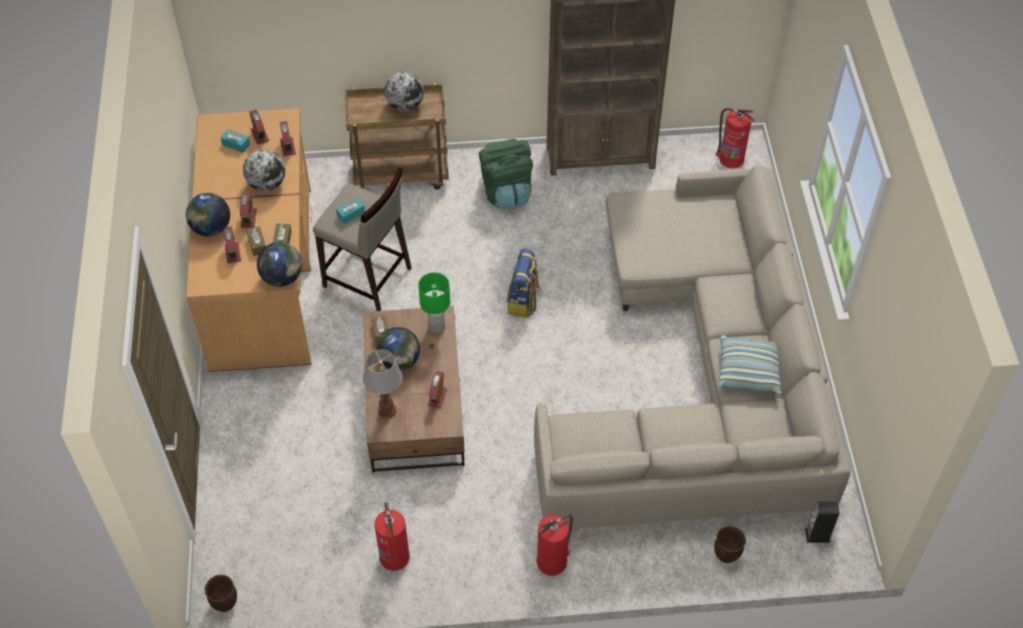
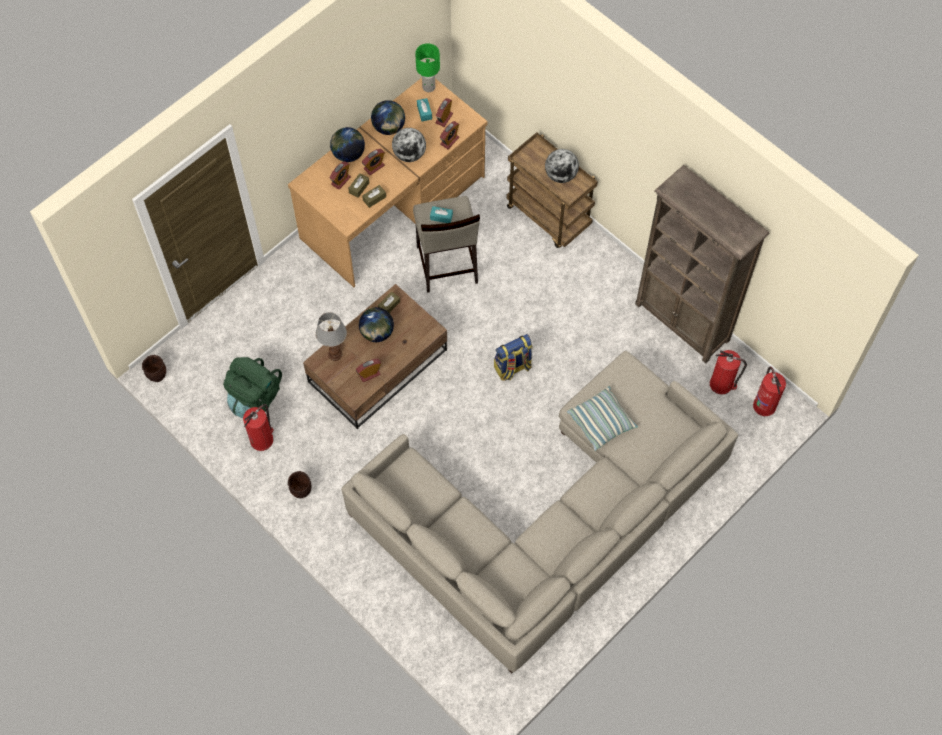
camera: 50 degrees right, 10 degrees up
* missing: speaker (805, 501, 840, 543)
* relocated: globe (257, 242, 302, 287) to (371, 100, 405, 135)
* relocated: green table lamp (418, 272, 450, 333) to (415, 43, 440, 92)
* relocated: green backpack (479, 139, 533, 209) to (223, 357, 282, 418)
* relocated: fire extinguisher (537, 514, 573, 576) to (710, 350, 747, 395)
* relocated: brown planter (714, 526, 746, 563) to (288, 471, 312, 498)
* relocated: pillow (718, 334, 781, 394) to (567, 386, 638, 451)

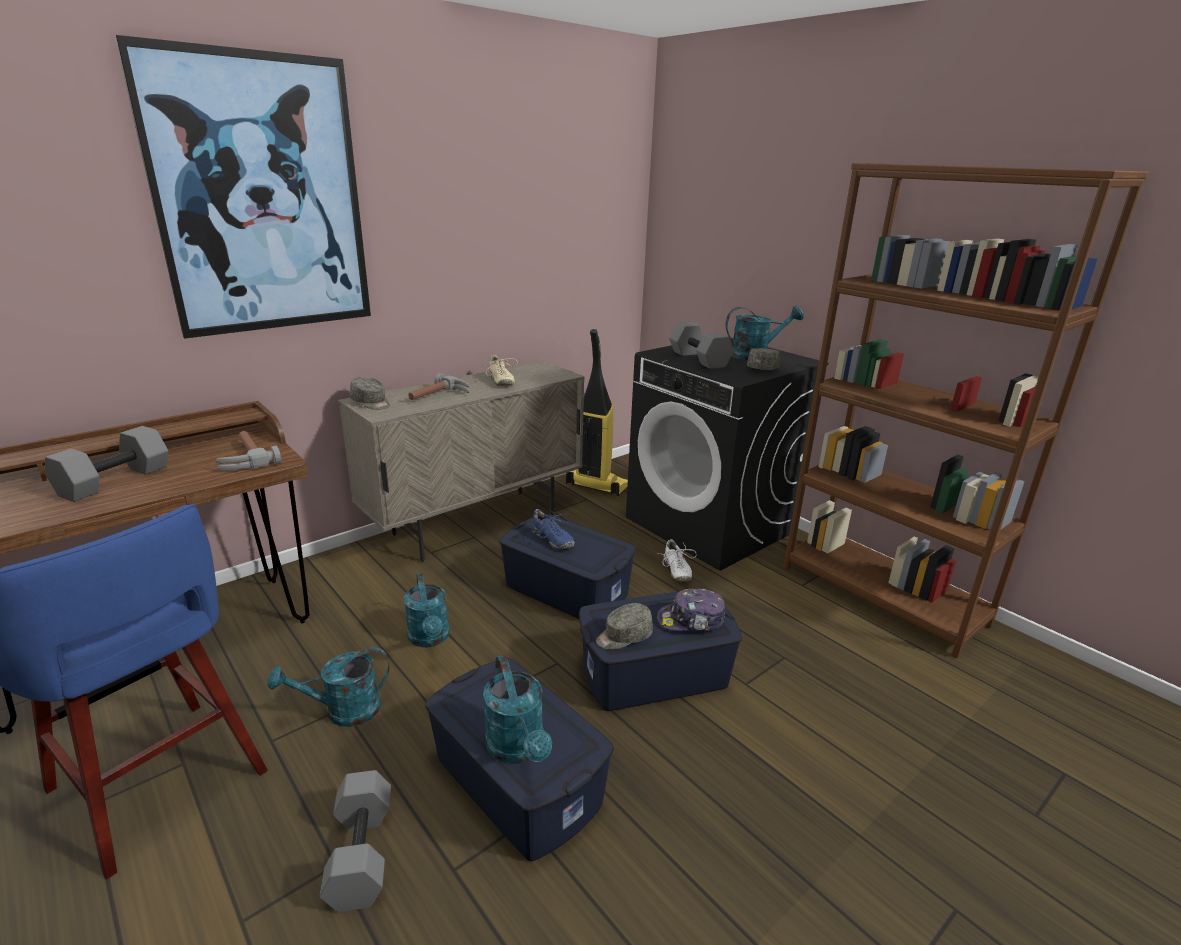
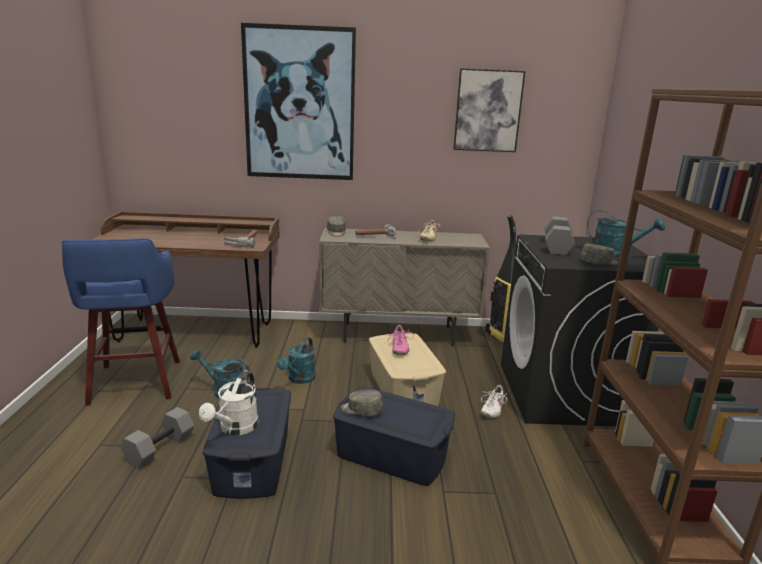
camera: 40 degrees right, 5 degrees down
* missing: grey dumbbell (45, 426, 168, 502)
* missing: cap (657, 589, 725, 631)
* appeared: picture (453, 68, 525, 152)
* colour: turquoise watering can (483, 655, 552, 764) to white watering can (199, 370, 259, 436)
* colour: blue storage box (499, 514, 636, 618) to beige storage box (369, 333, 446, 406)
* colour: blue shoe (529, 509, 575, 549) to pink shoe (388, 325, 414, 355)

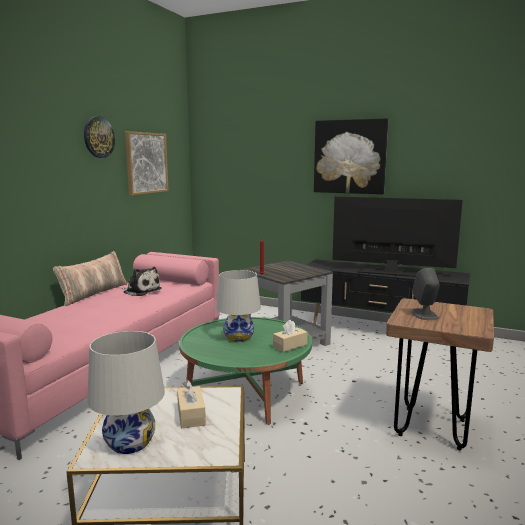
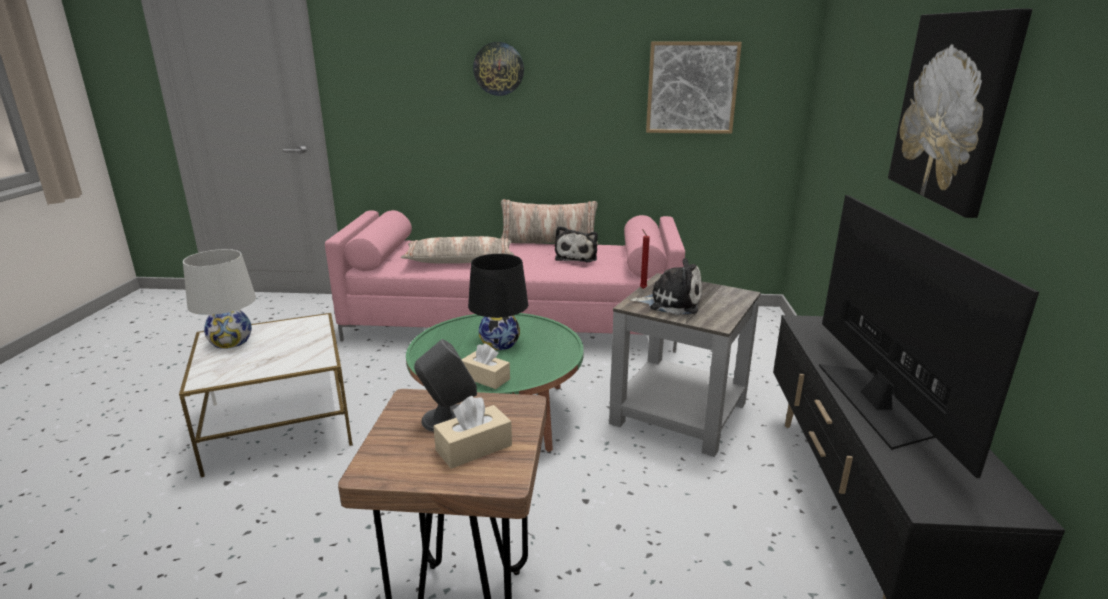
camera: 70 degrees right, 10 degrees up
* appeared: pillow (401, 236, 514, 264)
* appeared: plush toy (630, 258, 703, 315)
* relocated: wall clock (84, 116, 115, 158) to (473, 42, 524, 96)
* relocated: beige tissue box (177, 380, 206, 429) to (433, 396, 512, 469)
* colour: white table lamp (216, 270, 261, 342) to black table lamp (468, 254, 528, 350)

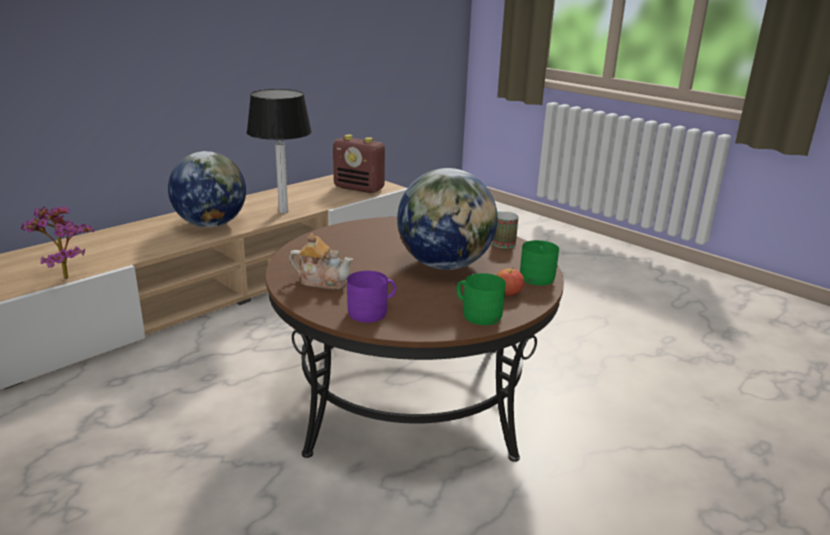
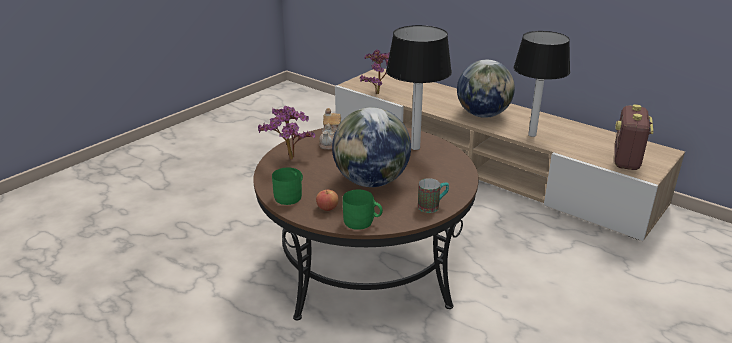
camera: 85 degrees right, 5 degrees up
* appeared: table lamp (386, 25, 452, 150)
* exchanged: purple mug (347, 271, 396, 323) to potted plant (258, 106, 316, 160)

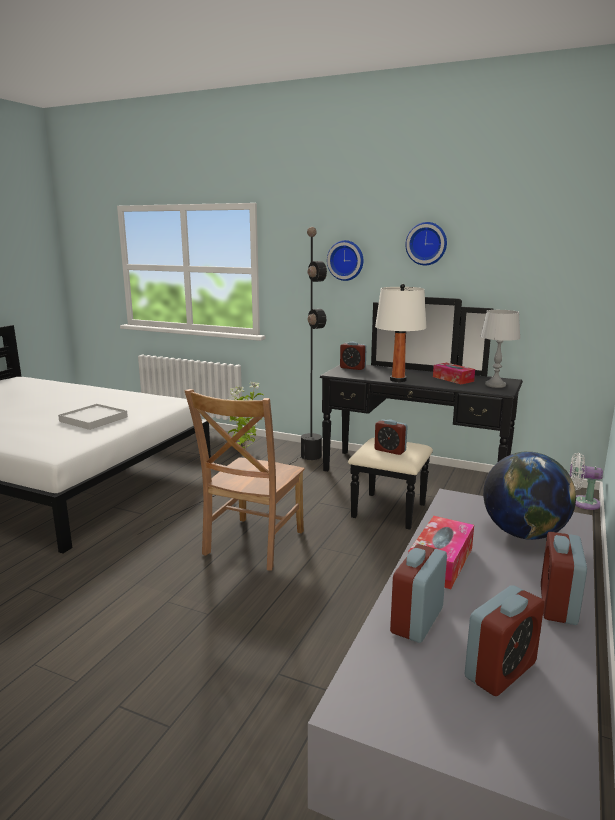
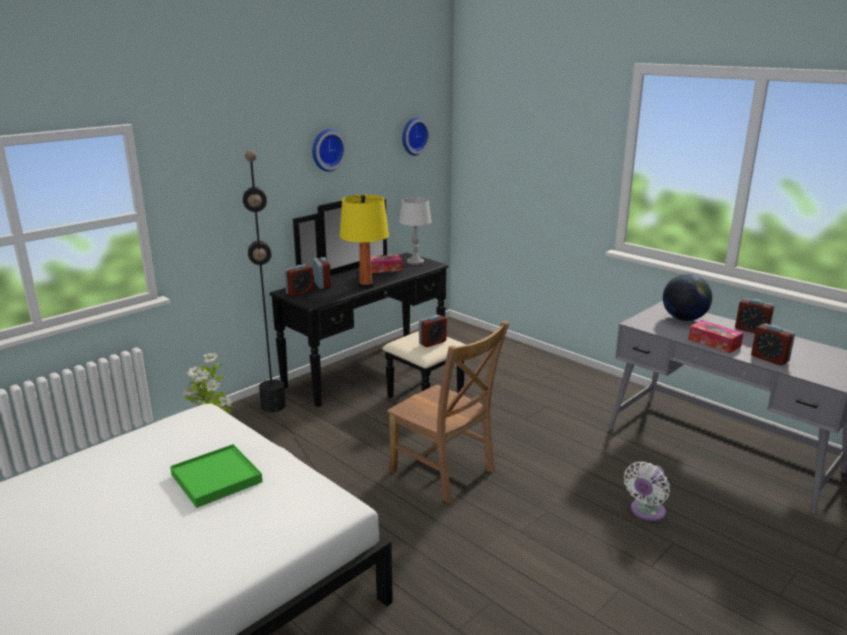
camera: 70 degrees left, 5 degrees up
* relocated: wall clock (327, 240, 363, 281) to (402, 117, 430, 156)
* relocated: alarm clock (465, 585, 544, 696) to (313, 257, 331, 289)
* relocated: white fan (569, 453, 603, 510) to (624, 461, 670, 521)
* colour: white tray (58, 404, 128, 430) to green tray (170, 444, 263, 508)
* colour: white table lamp (375, 284, 427, 382) to yellow table lamp (340, 195, 389, 288)

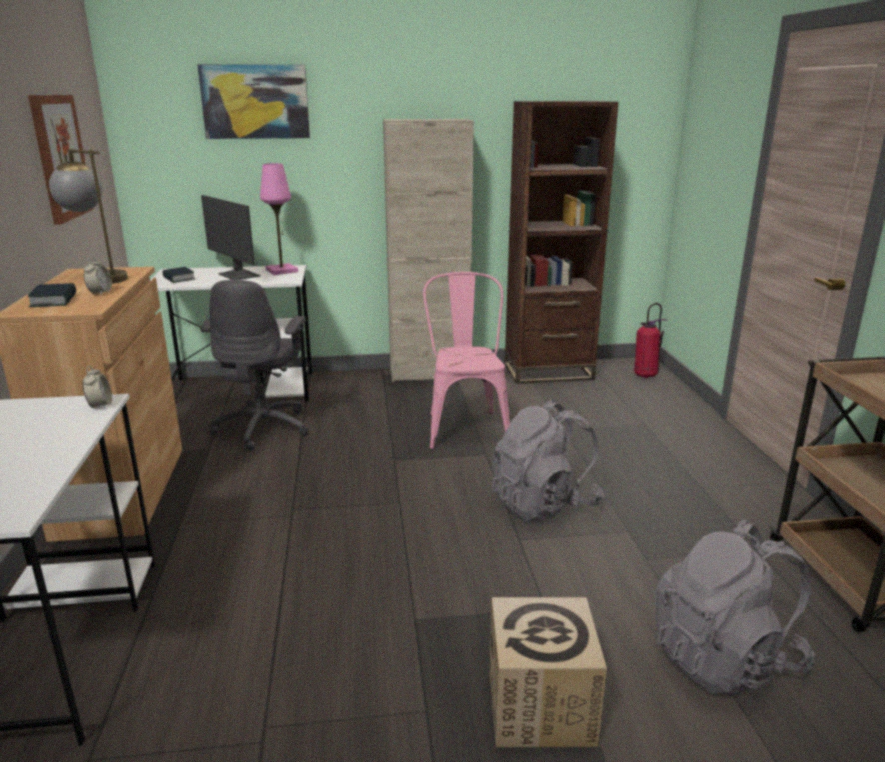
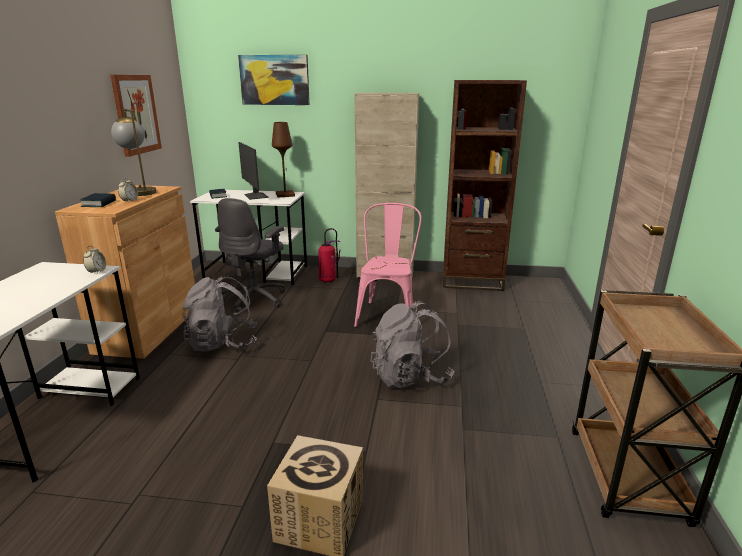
camera: 15 degrees right, 0 degrees up
* relocated: fire extinguisher (634, 303, 668, 378) to (318, 228, 340, 283)
* relocated: grey backpack (655, 520, 815, 694) to (182, 275, 257, 352)
* colour: pink table lamp (260, 163, 298, 275) to brown table lamp (272, 122, 295, 198)

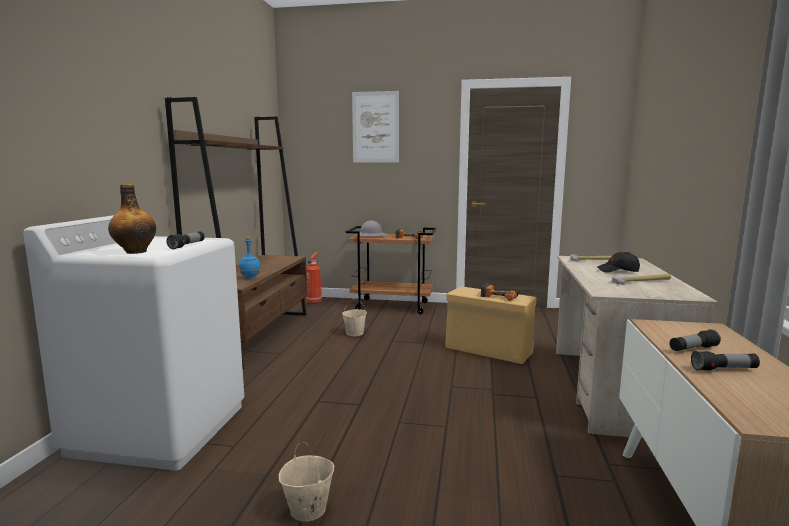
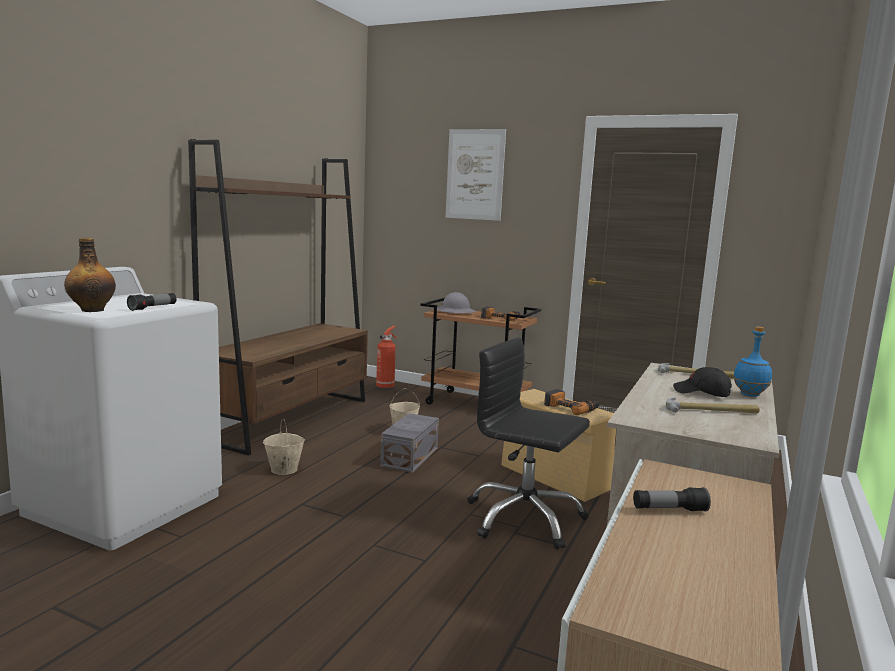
camera: 15 degrees right, 0 degrees up
* missing: flashlight (691, 351, 760, 371)
* appeared: grey storage box (380, 413, 439, 473)
* appeared: black office chair (468, 337, 590, 550)
* relocated: blue bottle (239, 237, 261, 279) to (733, 327, 772, 397)
* relocated: beige bucket (279, 442, 334, 522) to (263, 419, 305, 475)

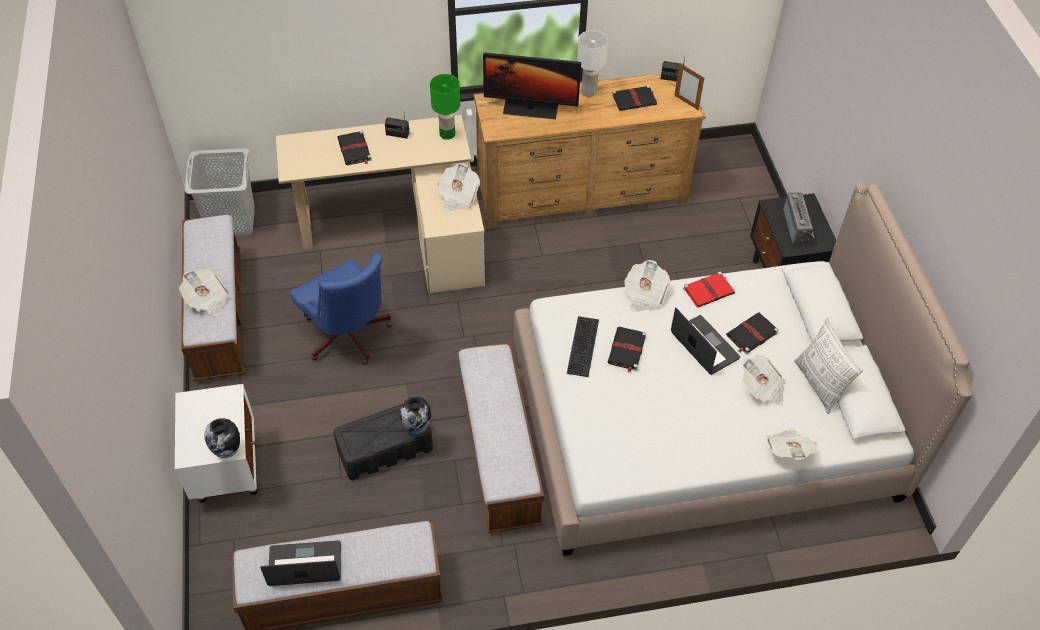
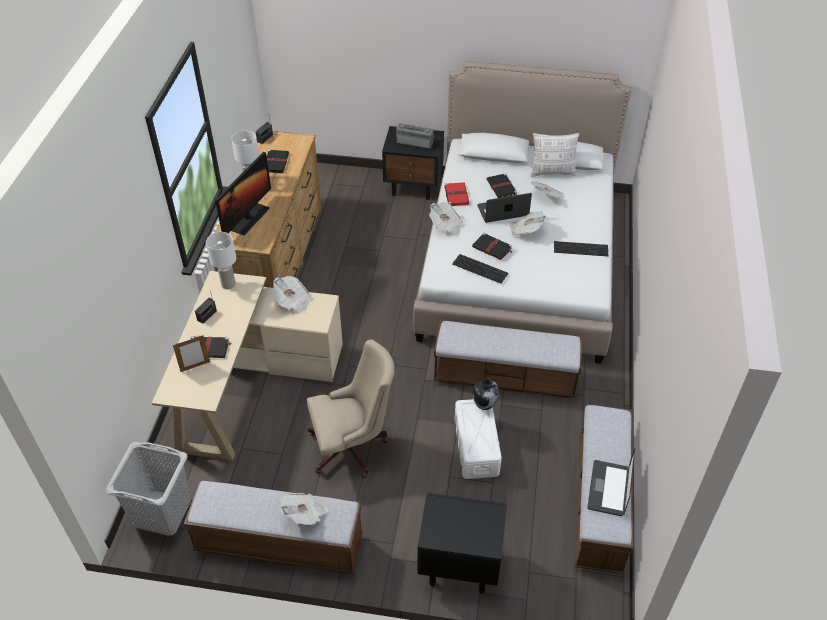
camera: 70 degrees left, 5 degrees down
* missing: vase (204, 418, 240, 458)
* appeared: keyboard (554, 241, 608, 256)
* relocated: picture frame (674, 63, 704, 110) to (173, 335, 210, 372)
* relocated: newspaper (767, 429, 817, 460) to (510, 211, 546, 236)
* colour: white nightstand (175, 384, 258, 503) to black nightstand (417, 493, 507, 594)
* colour: blue office chair (290, 253, 393, 365) to beige office chair (307, 340, 395, 478)
* colour: black storage box (333, 404, 433, 480) to white storage box (455, 399, 502, 479)
* colour: green table lamp (430, 74, 460, 140) to white table lamp (206, 232, 236, 289)

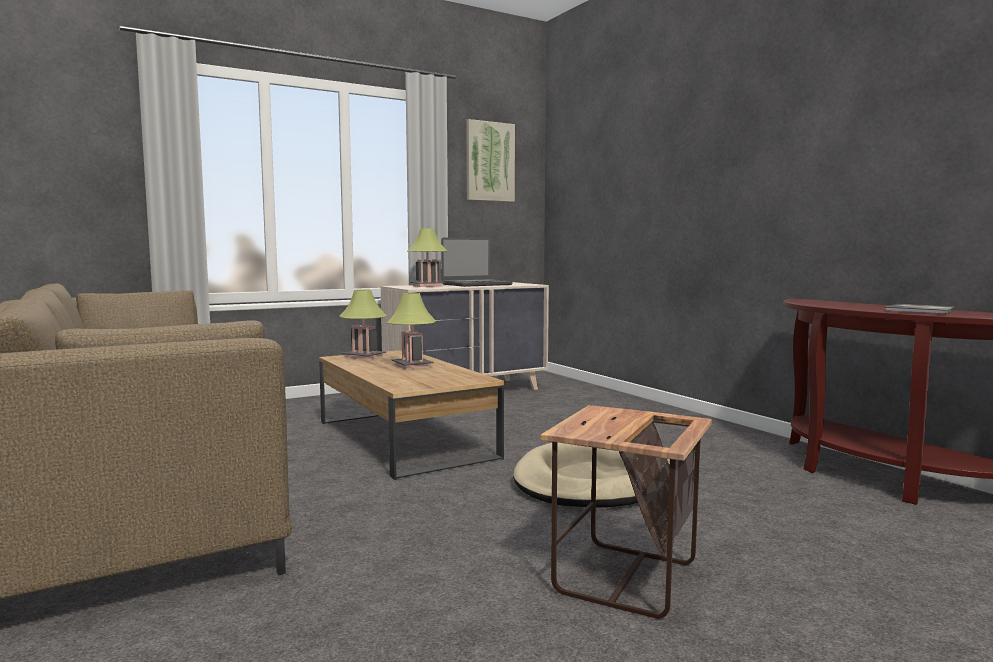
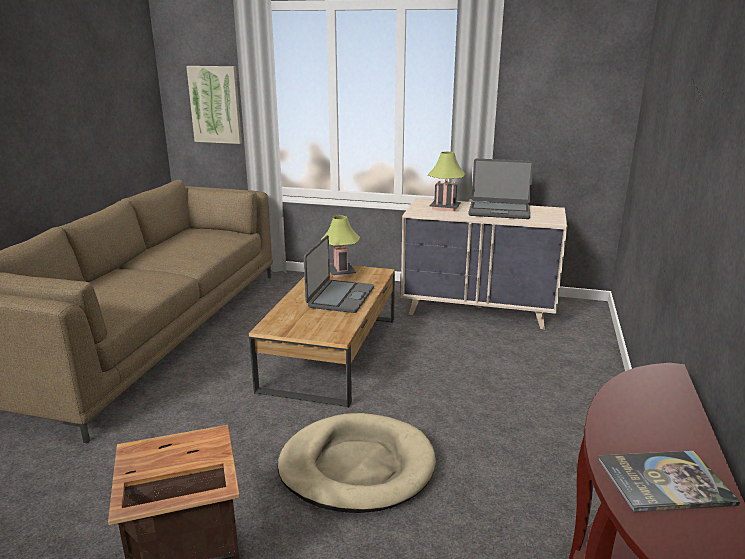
camera: 45 degrees right, 15 degrees up
* relocated: picture (466, 119, 515, 202) to (186, 66, 242, 144)
* exchanged: table lamp (387, 293, 436, 370) to laptop (304, 235, 374, 313)

